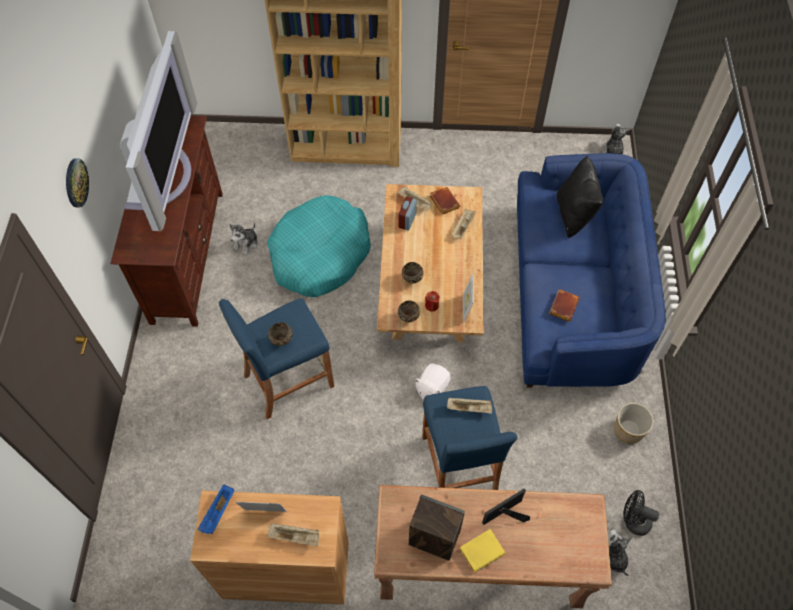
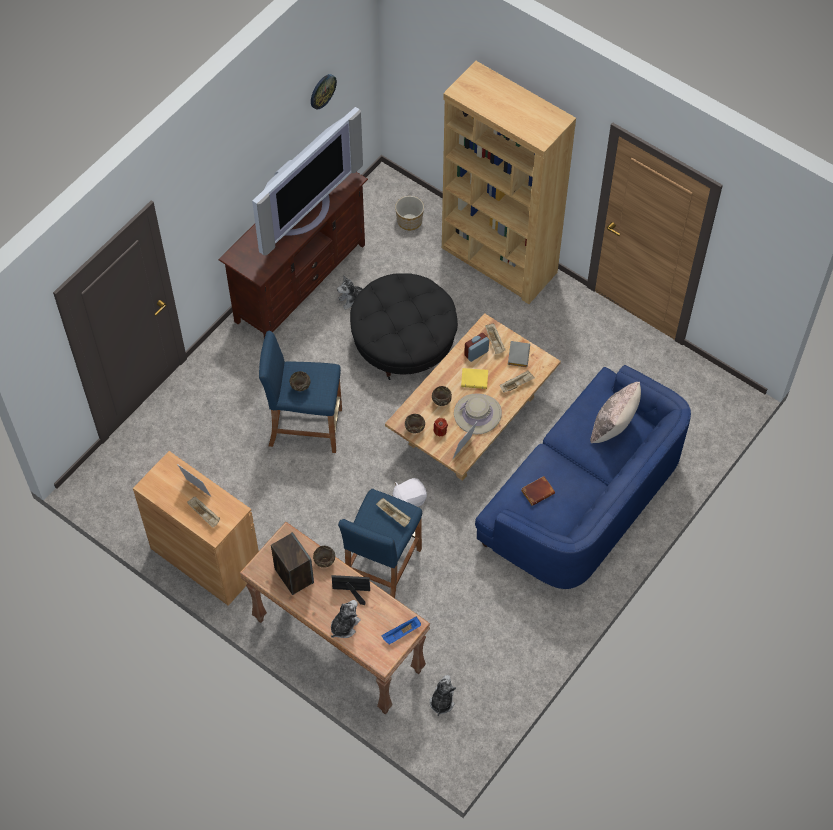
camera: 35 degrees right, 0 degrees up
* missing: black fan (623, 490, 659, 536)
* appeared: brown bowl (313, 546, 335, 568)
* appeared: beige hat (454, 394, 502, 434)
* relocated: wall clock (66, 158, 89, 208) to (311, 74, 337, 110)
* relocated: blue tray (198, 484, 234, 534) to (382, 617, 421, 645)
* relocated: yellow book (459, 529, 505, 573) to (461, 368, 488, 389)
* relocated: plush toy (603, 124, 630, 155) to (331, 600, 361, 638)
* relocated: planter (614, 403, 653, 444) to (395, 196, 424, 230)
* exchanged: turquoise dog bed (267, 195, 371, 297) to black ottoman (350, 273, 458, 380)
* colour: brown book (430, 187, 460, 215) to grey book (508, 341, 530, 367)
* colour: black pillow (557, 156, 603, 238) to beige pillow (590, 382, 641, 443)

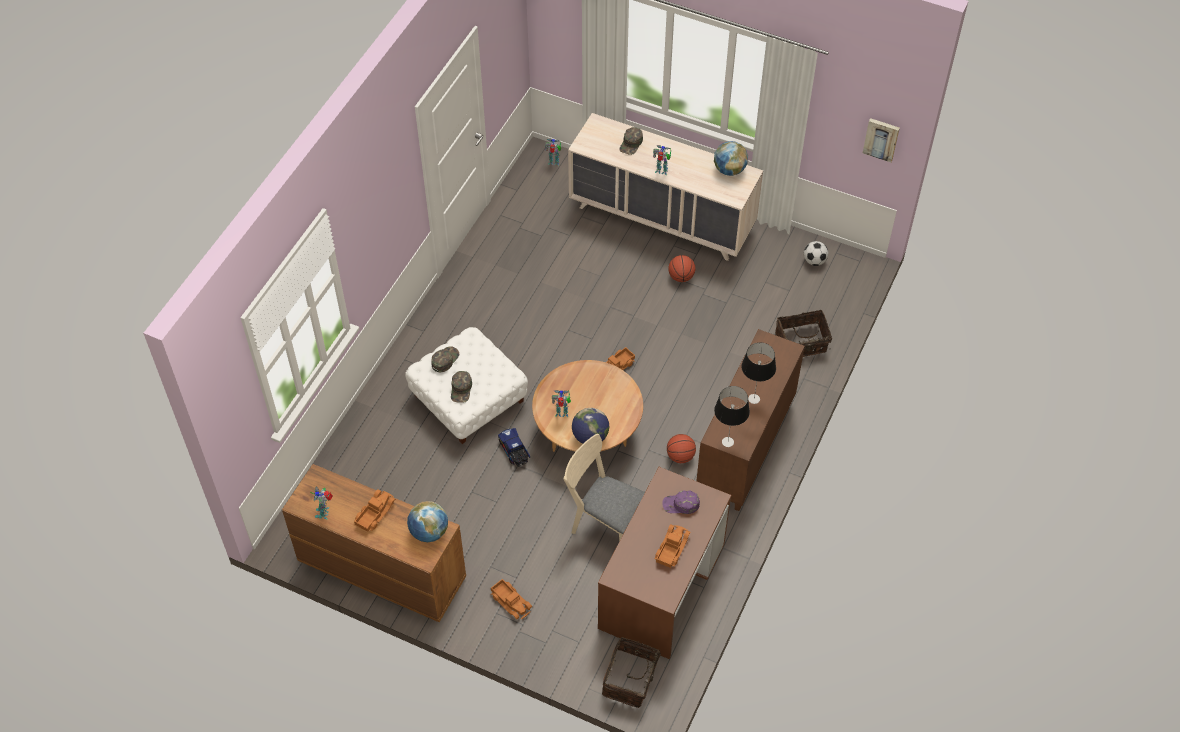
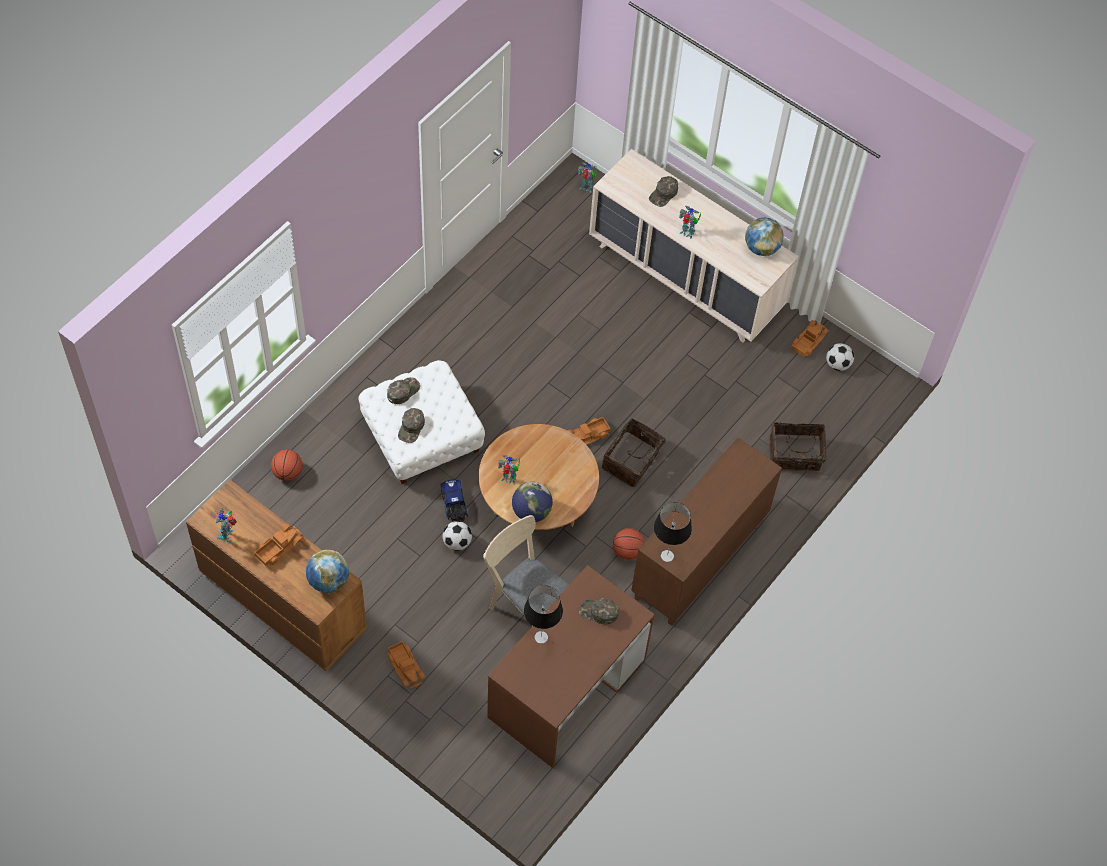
camera: 10 degrees right, 5 degrees up
* missing: picture (863, 118, 900, 162)
* appeared: football (442, 521, 472, 551)
* relocated: basket (602, 637, 661, 708) to (602, 418, 666, 487)
* relocated: toy truck (654, 524, 691, 568) to (791, 320, 829, 357)
* relocated: basketball (668, 255, 695, 282) to (271, 450, 303, 481)
* relocated: table lamp (742, 342, 776, 404) to (524, 585, 563, 644)
* colour: purple cap (662, 490, 700, 514) to green cap (579, 598, 619, 625)

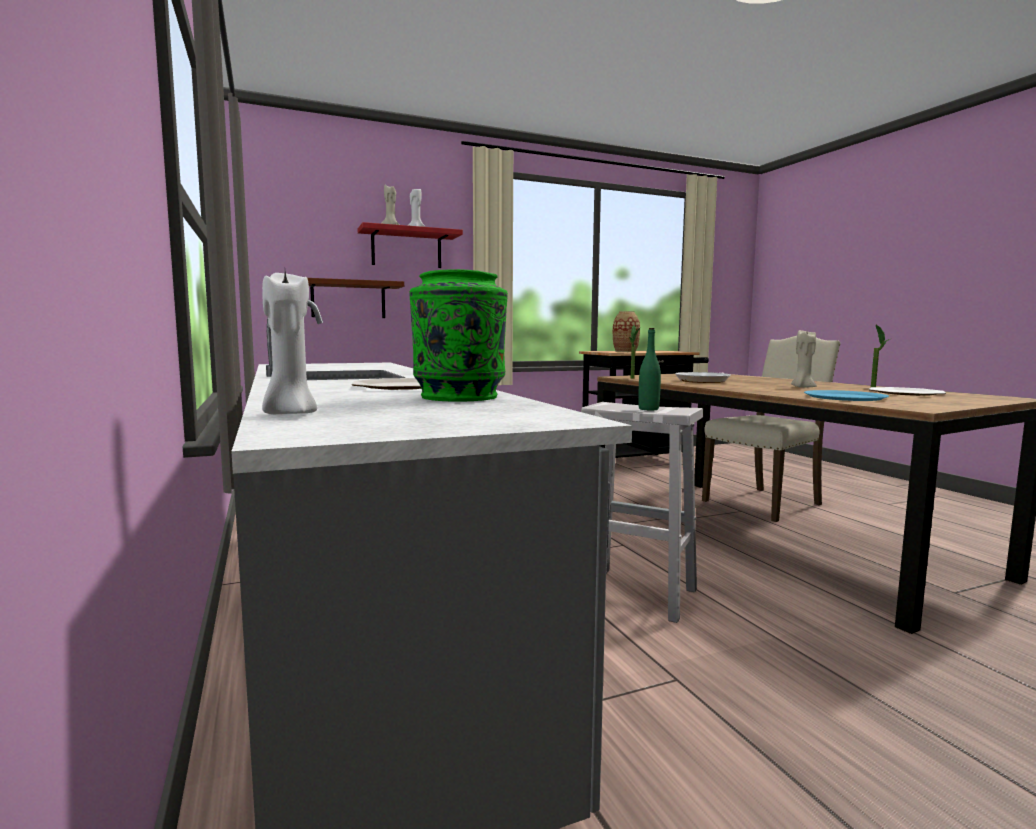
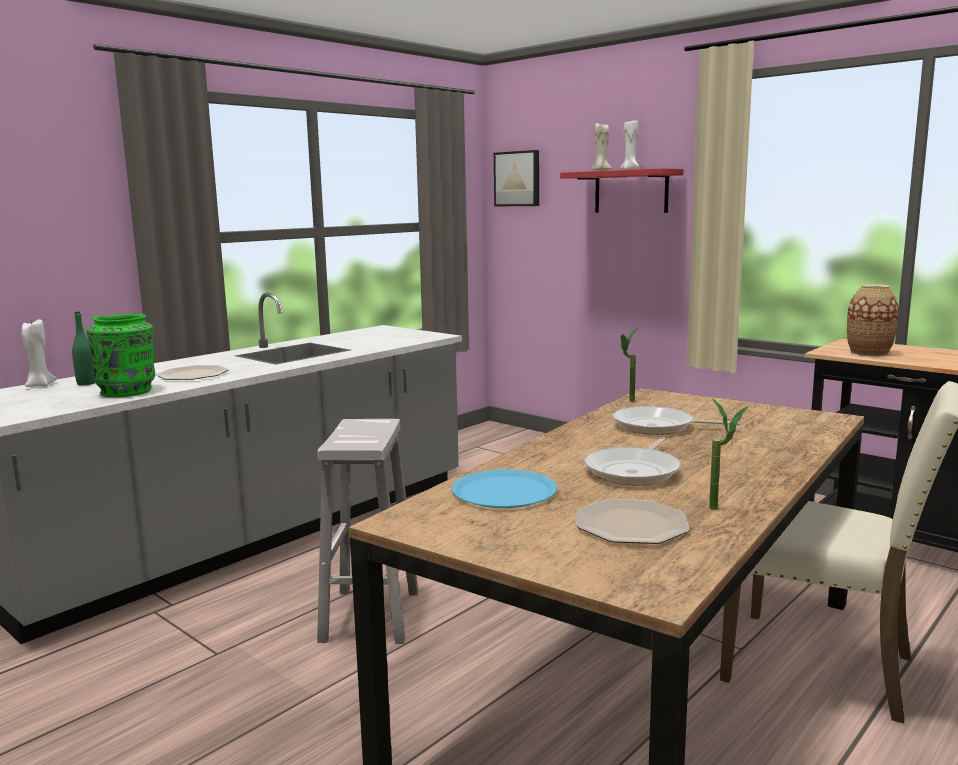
camera: 65 degrees right, 5 degrees up
* missing: brown shelf (307, 278, 404, 318)
* appeared: picture (494, 150, 539, 206)
* relocated: green bottle (638, 328, 661, 410) to (72, 311, 95, 385)
* exchanged: beige candle (791, 330, 817, 388) to frying pan (584, 437, 680, 485)

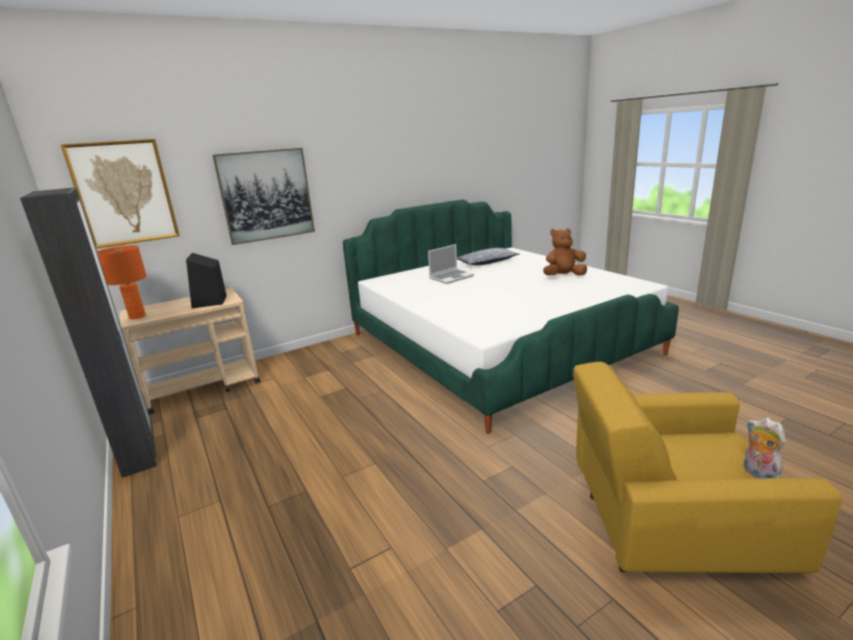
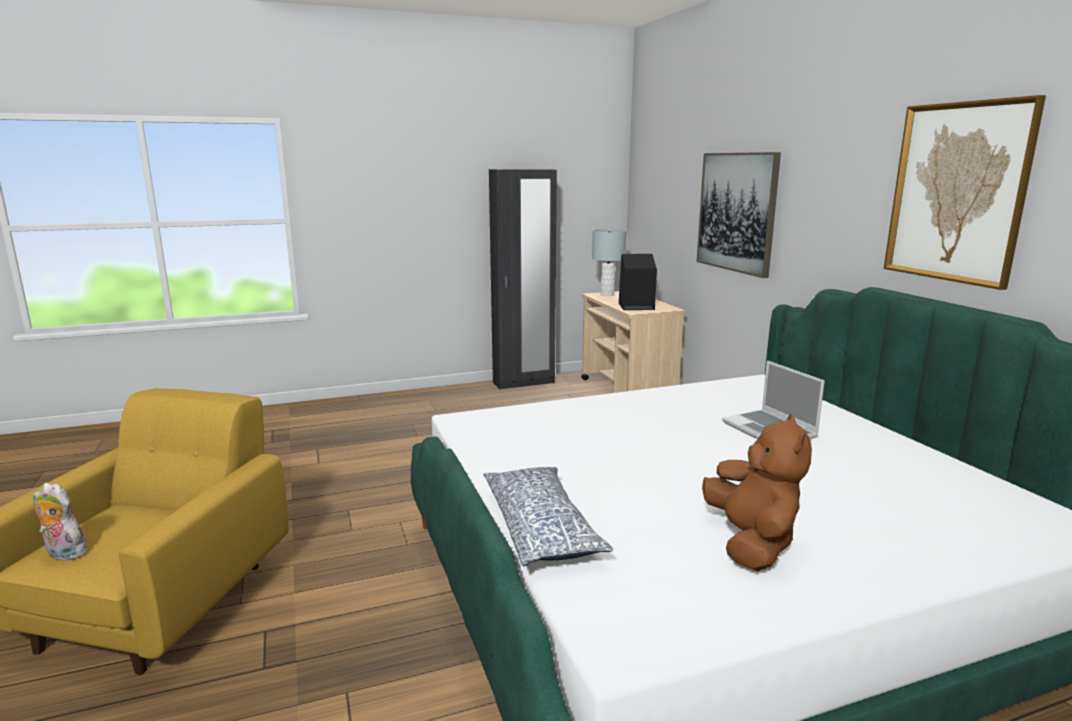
camera: 100 degrees right, 5 degrees down
* relocated: picture (61, 139, 180, 248) to (884, 95, 1046, 290)
* relocated: pillow (457, 248, 520, 265) to (484, 467, 613, 567)
* colour: orange table lamp (97, 245, 147, 320) to grey table lamp (592, 229, 626, 296)
* spun: plush toy (744, 417, 786, 479) = (33, 483, 90, 563) 150 degrees counterclockwise

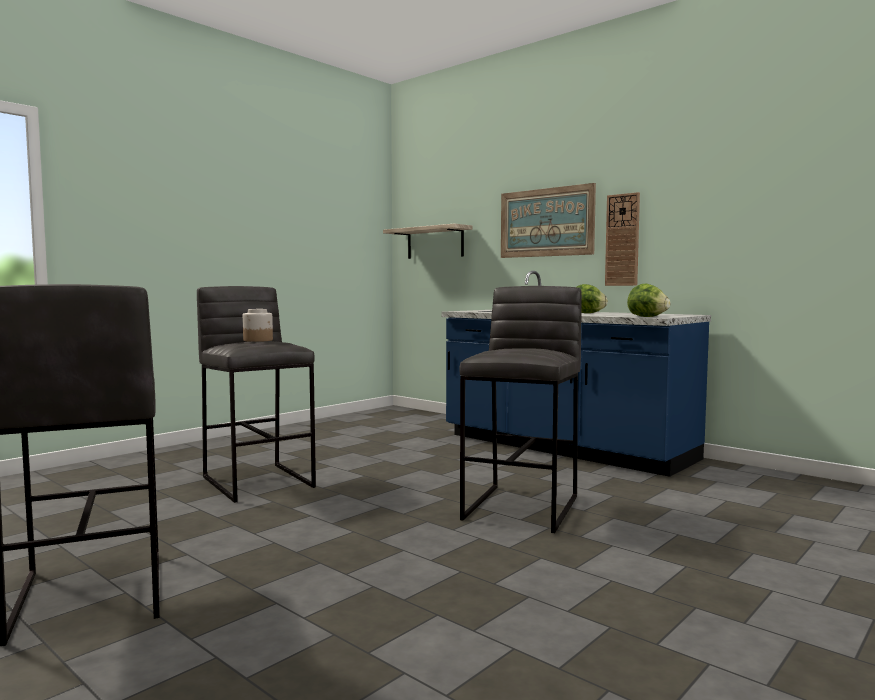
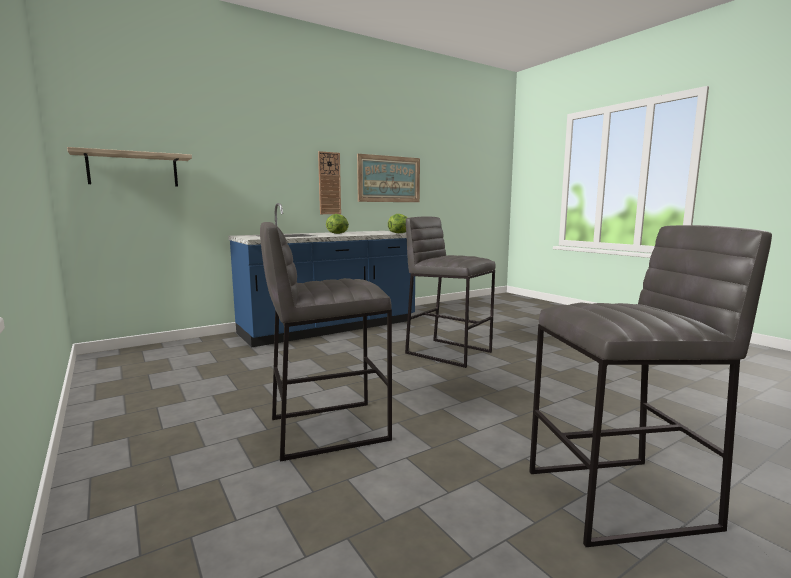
camera: 75 degrees left, 5 degrees up
* missing: jar (243, 309, 273, 342)
* relocated: picture (501, 183, 596, 258) to (357, 154, 420, 202)

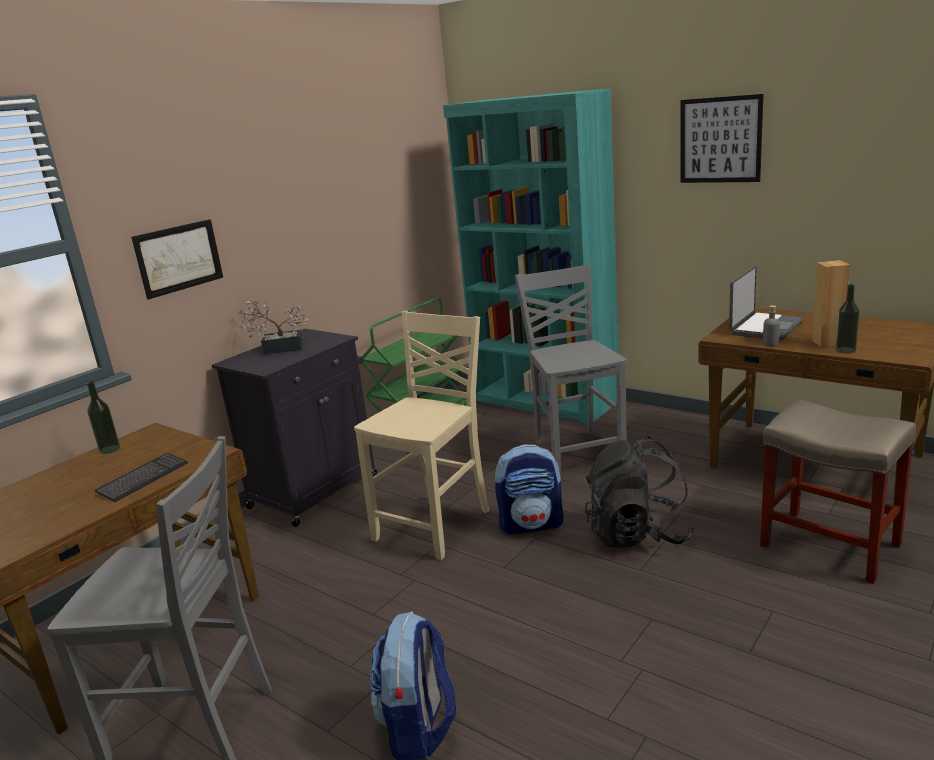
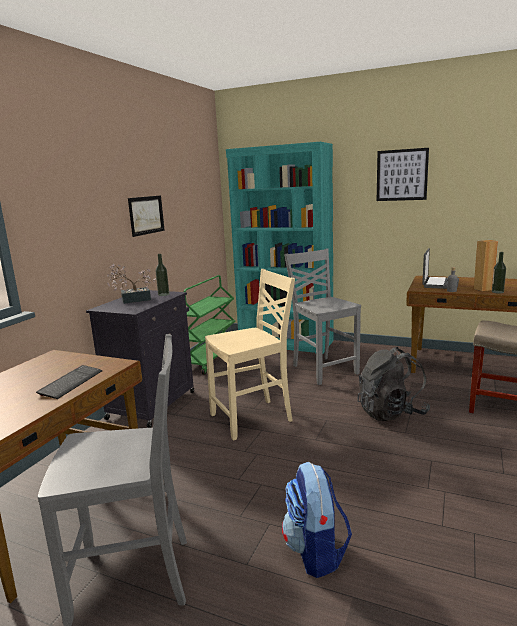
camera: 15 degrees left, 5 degrees down
* missing: backpack (495, 444, 563, 534)
* relocated: bottle (87, 381, 120, 454) to (156, 254, 169, 296)
* relocated: picture (131, 219, 223, 300) to (128, 195, 165, 237)
* spun: beige chair (354, 311, 489, 560) = (205, 269, 295, 441) 45 degrees clockwise

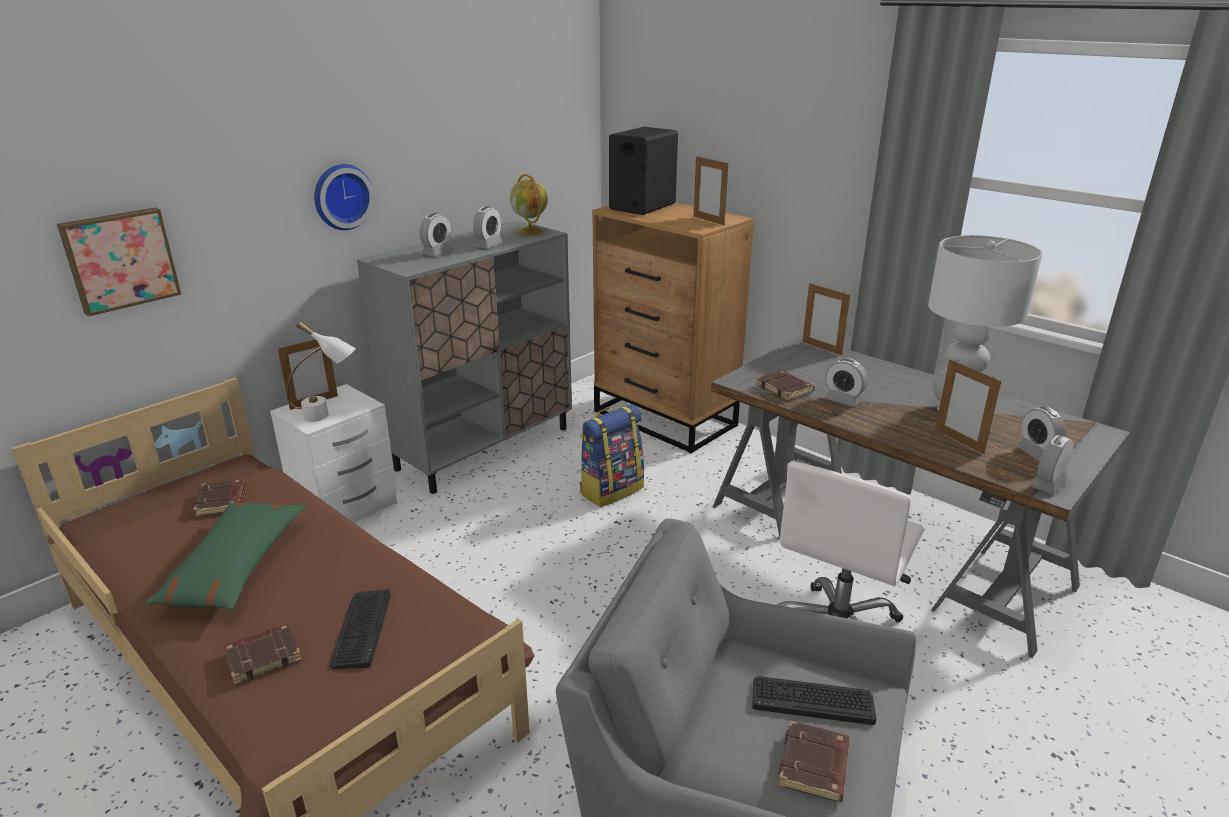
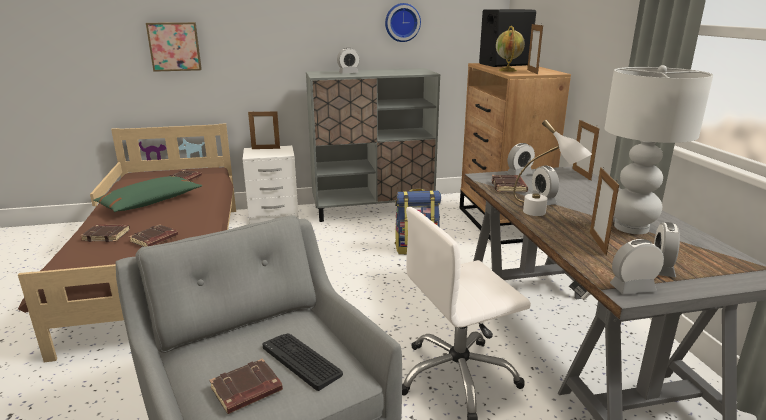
camera: 35 degrees right, 5 degrees down
* relocated: white table lamp (287, 321, 356, 422) to (513, 119, 592, 216)
* relocated: wall clock (314, 164, 374, 230) to (385, 3, 421, 42)
* relocated: alarm clock (473, 206, 503, 249) to (507, 143, 535, 176)
* relocated: globe (510, 174, 548, 235) to (496, 26, 525, 72)
* exchanged: keyboard (330, 589, 391, 669) to brown book (129, 224, 178, 247)

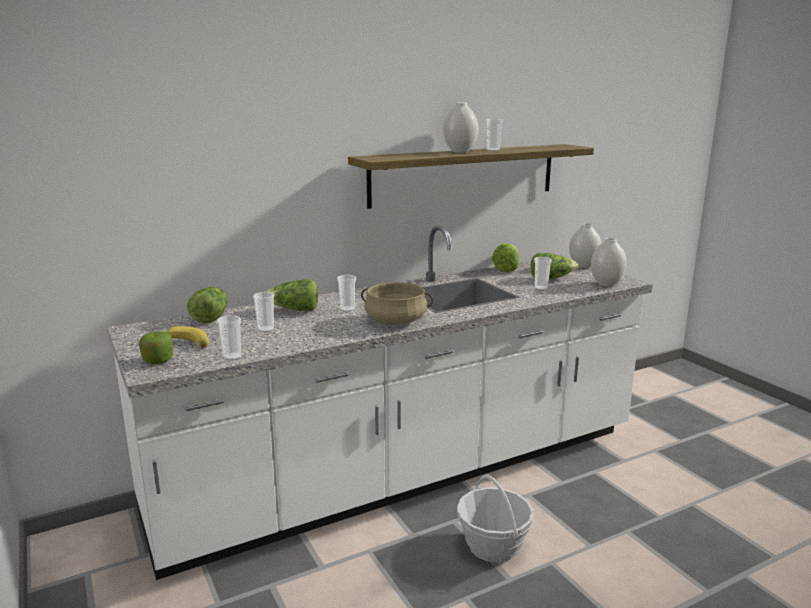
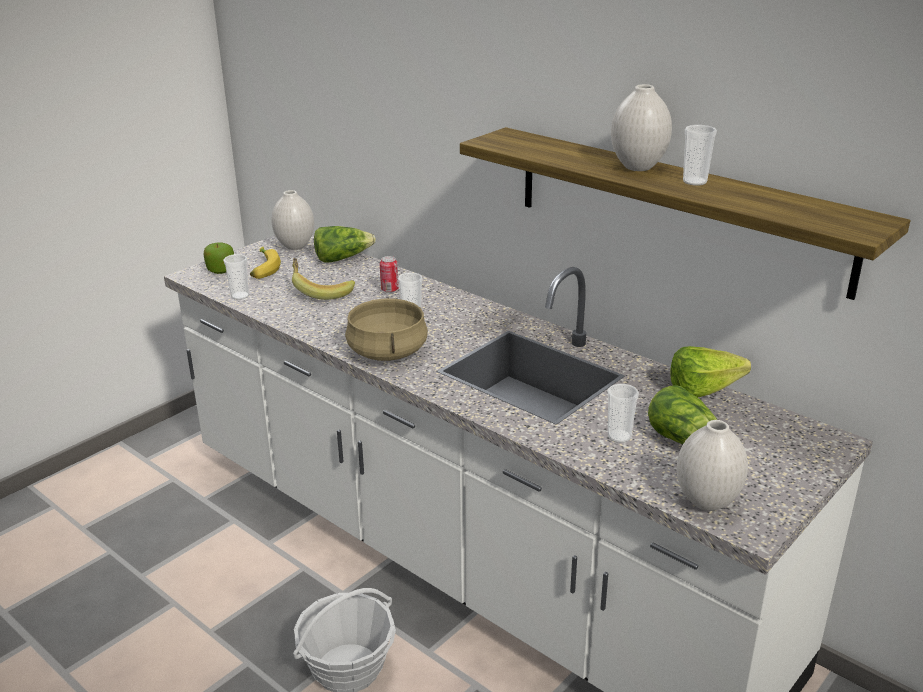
camera: 70 degrees right, 10 degrees up
* relocated: white vase (569, 224, 602, 268) to (271, 190, 314, 250)
* exchanged: cup (253, 292, 274, 332) to banana (292, 258, 355, 300)
* exchanged: lettuce (265, 279, 318, 311) to can (380, 256, 399, 293)

